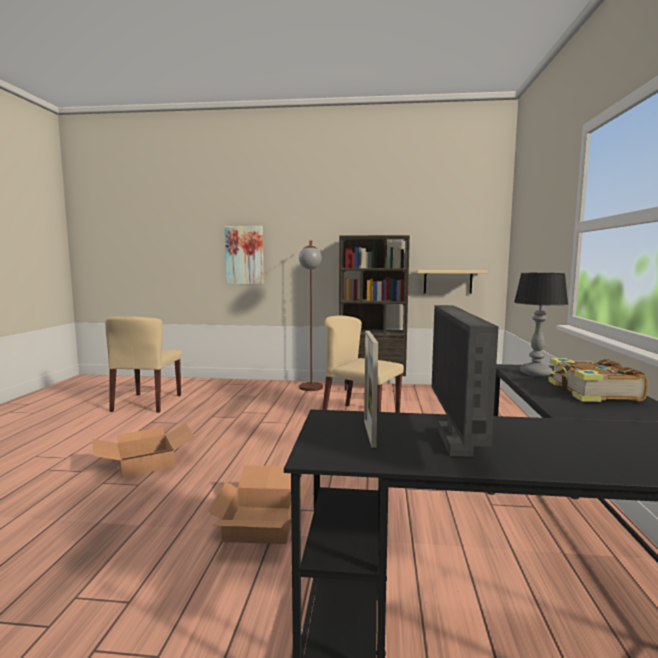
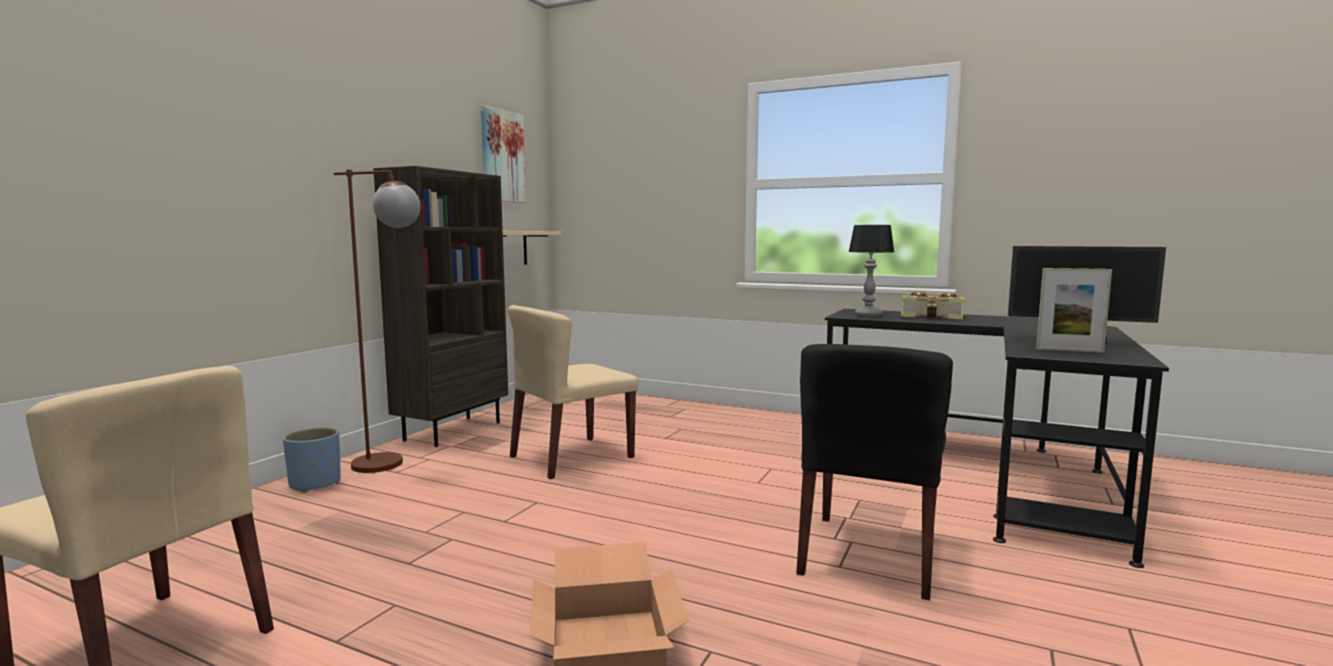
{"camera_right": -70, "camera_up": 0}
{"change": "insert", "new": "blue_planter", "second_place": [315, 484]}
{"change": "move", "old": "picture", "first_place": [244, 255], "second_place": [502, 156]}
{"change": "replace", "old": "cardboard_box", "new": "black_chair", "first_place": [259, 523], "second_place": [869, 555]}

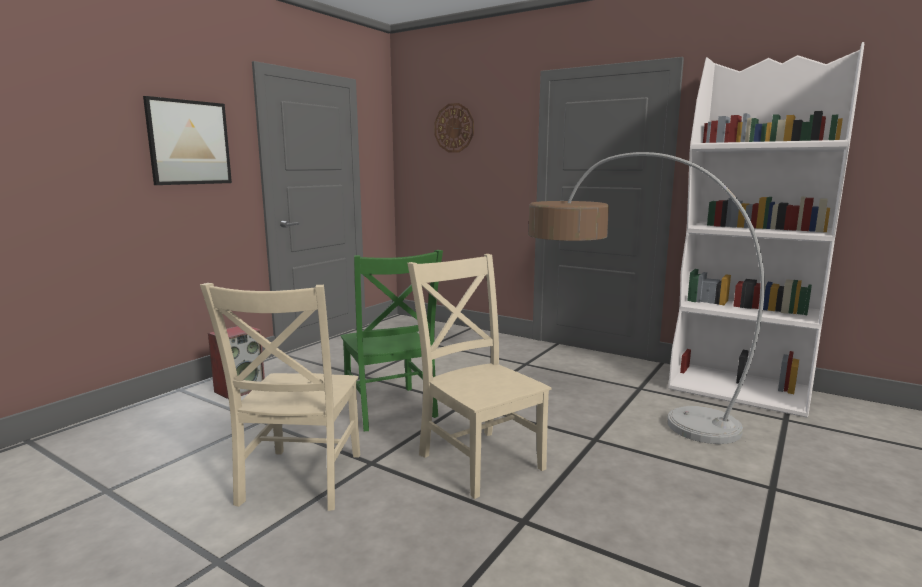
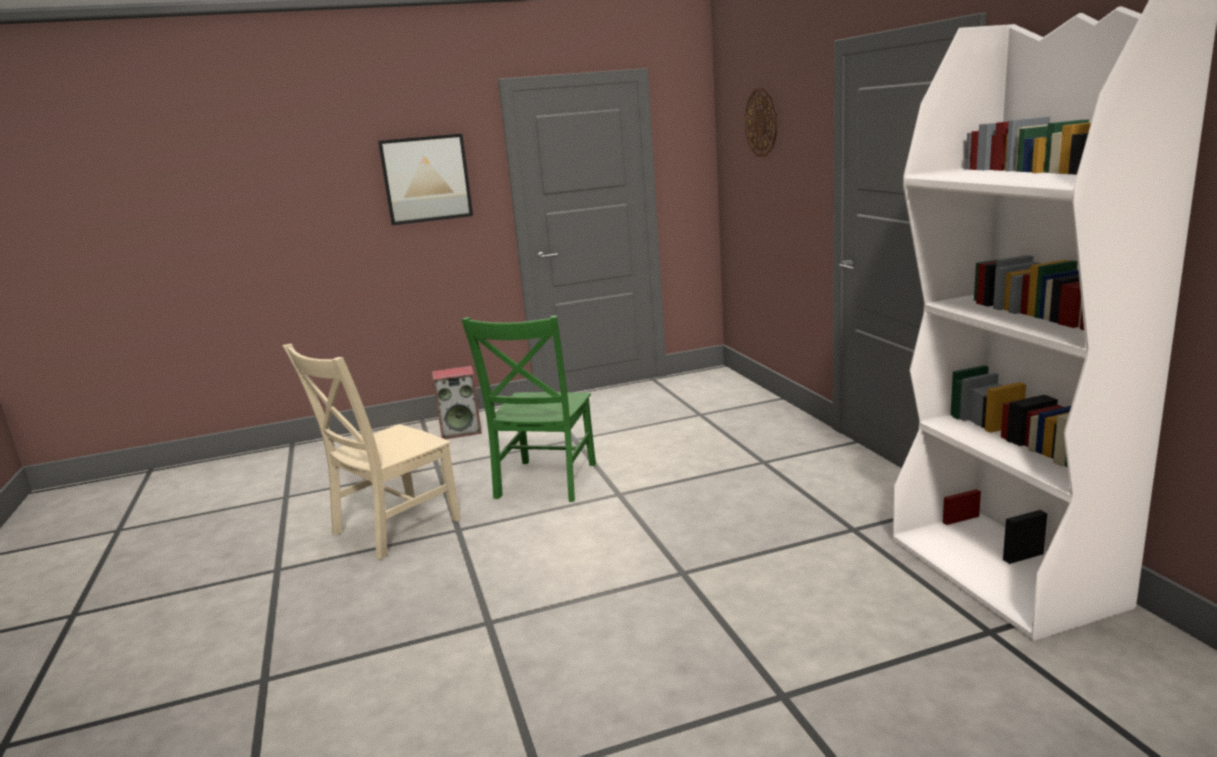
{"camera_right": 40, "camera_up": 5}
{"change": "delete", "old": "beige_chair", "first_place": [478, 459]}
{"change": "delete", "old": "floor_lamp", "first_place": [614, 402]}

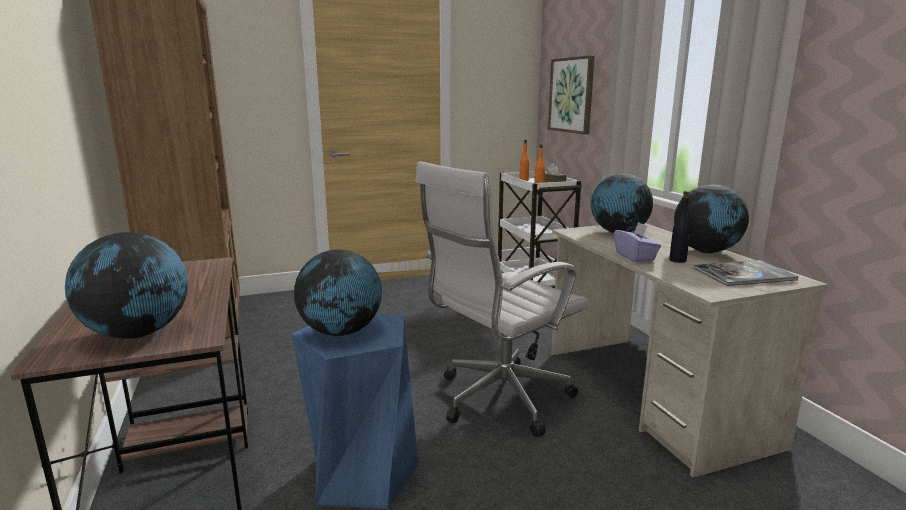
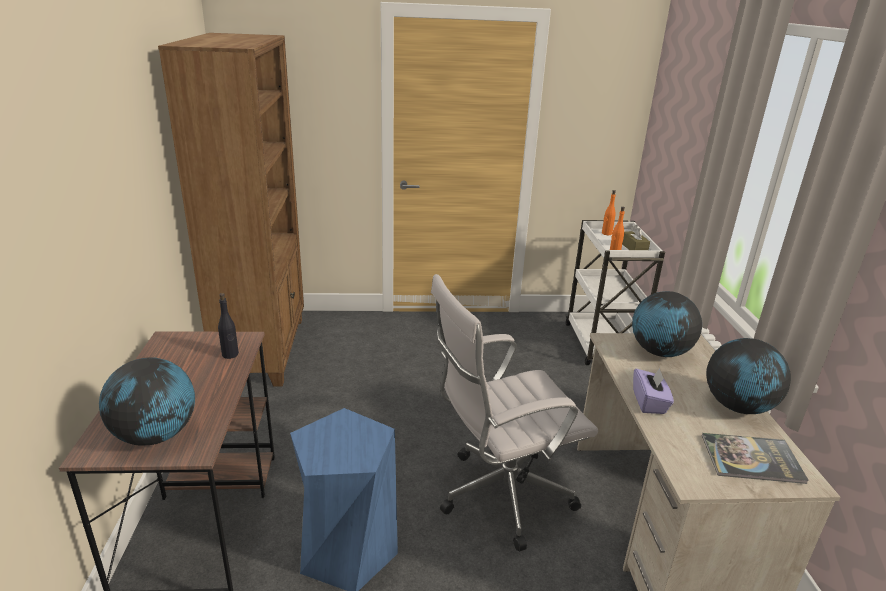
{"camera_right": 15, "camera_up": 10}
{"change": "move", "old": "black_bottle", "first_place": [678, 260], "second_place": [230, 354]}
{"change": "delete", "old": "globe", "first_place": [341, 332]}
{"change": "delete", "old": "picture", "first_place": [571, 95]}

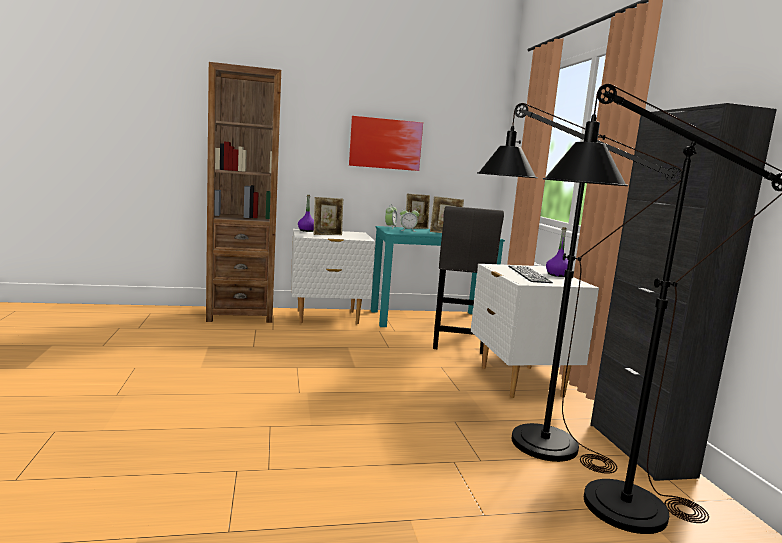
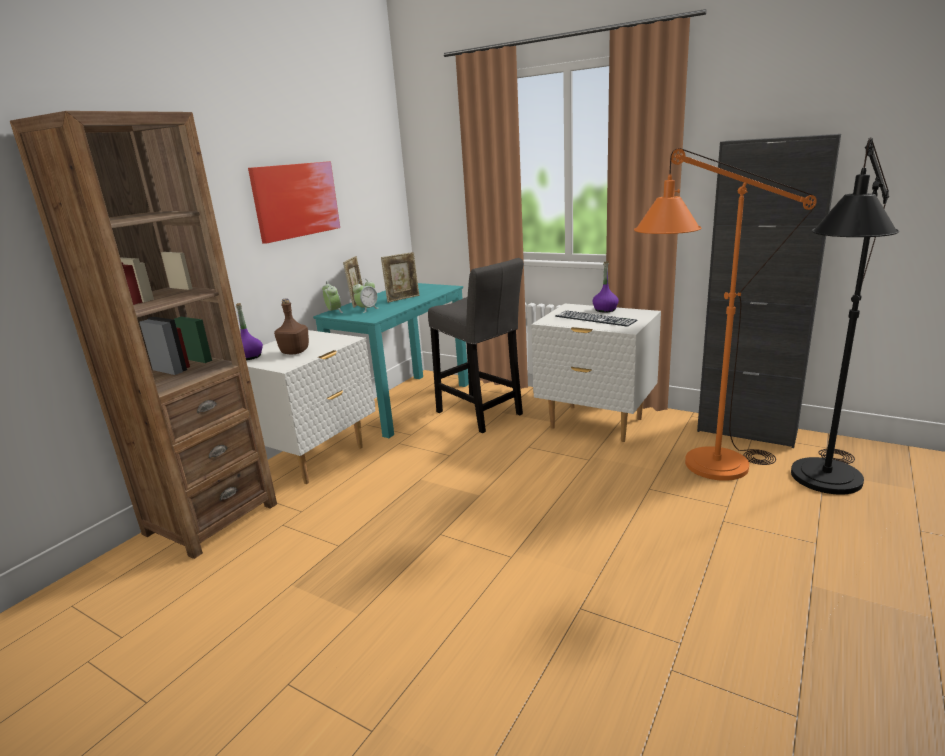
{"camera_right": -45, "camera_up": 10}
{"change": "replace", "old": "picture_frame", "new": "brown_bottle", "first_place": [327, 235], "second_place": [295, 352]}
{"change": "recolor", "old": "black_floor_lamp", "new": "orange_floor_lamp", "first_place": [525, 437], "second_place": [700, 467]}

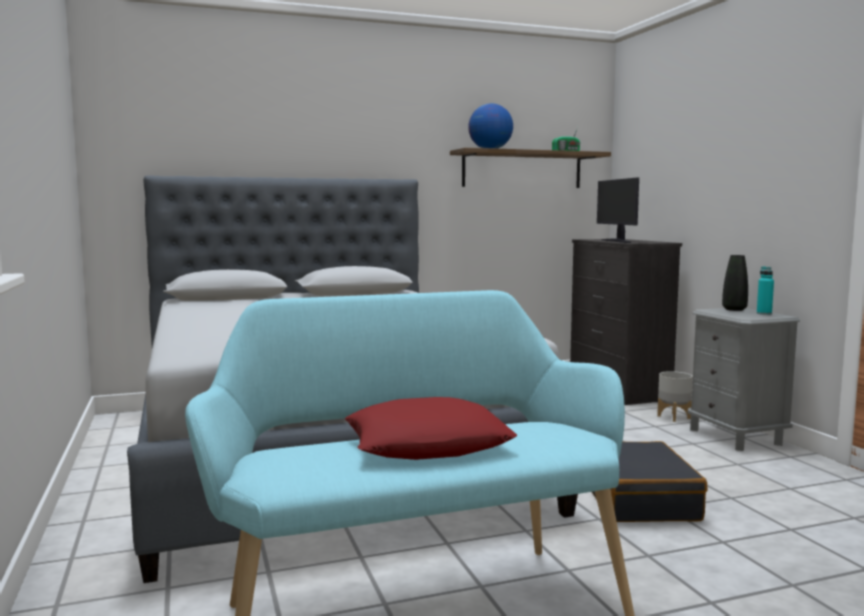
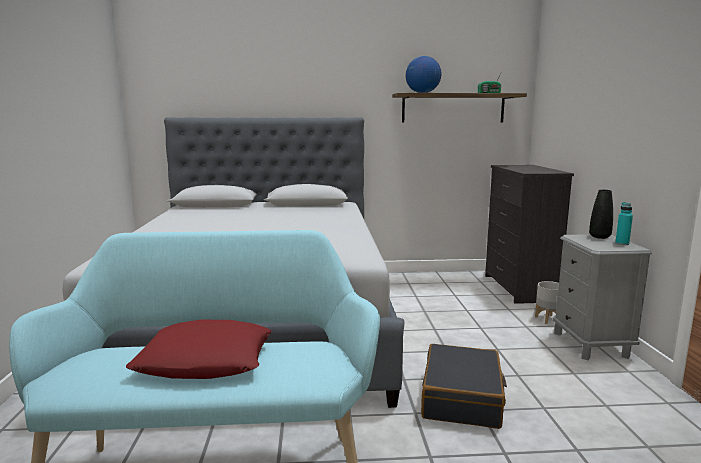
{"camera_right": 15, "camera_up": 5}
{"change": "delete", "old": "monitor", "first_place": [617, 241]}

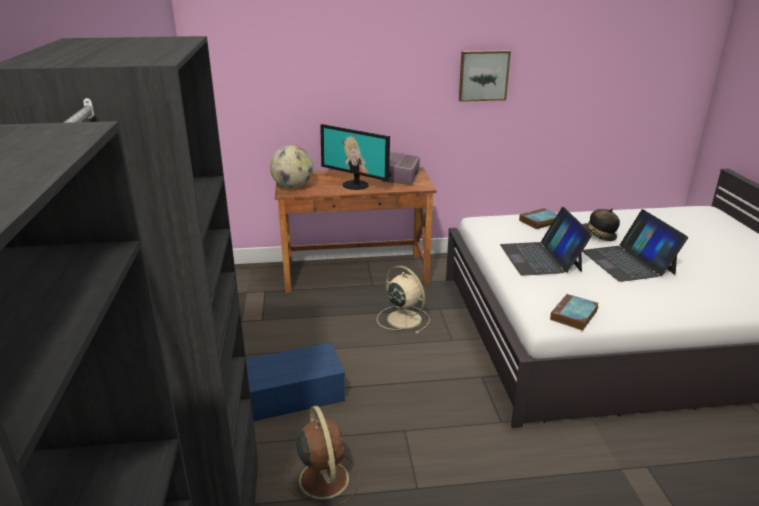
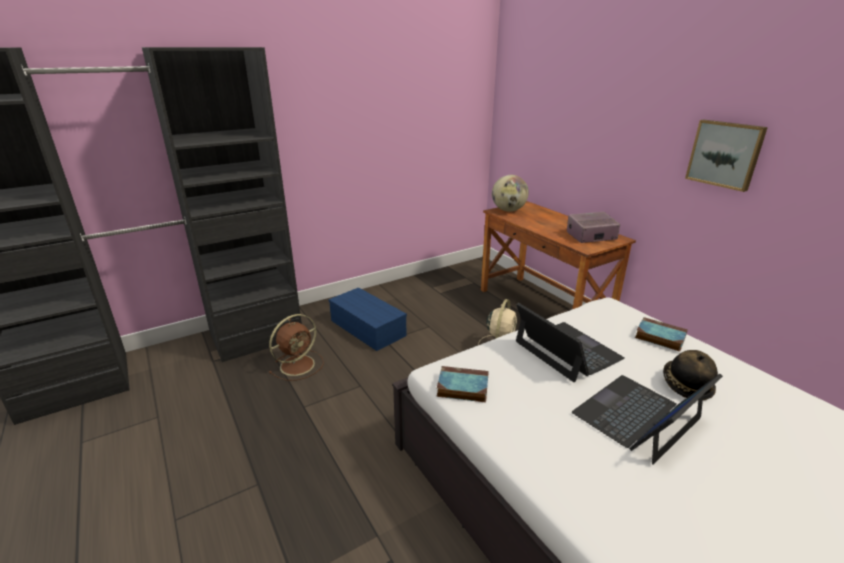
{"camera_right": 65, "camera_up": 0}
{"change": "rotate", "old": "laptop", "first_place": [541, 258], "second_place": [567, 350], "degrees": 90}
{"change": "delete", "old": "monitor", "first_place": [356, 185]}

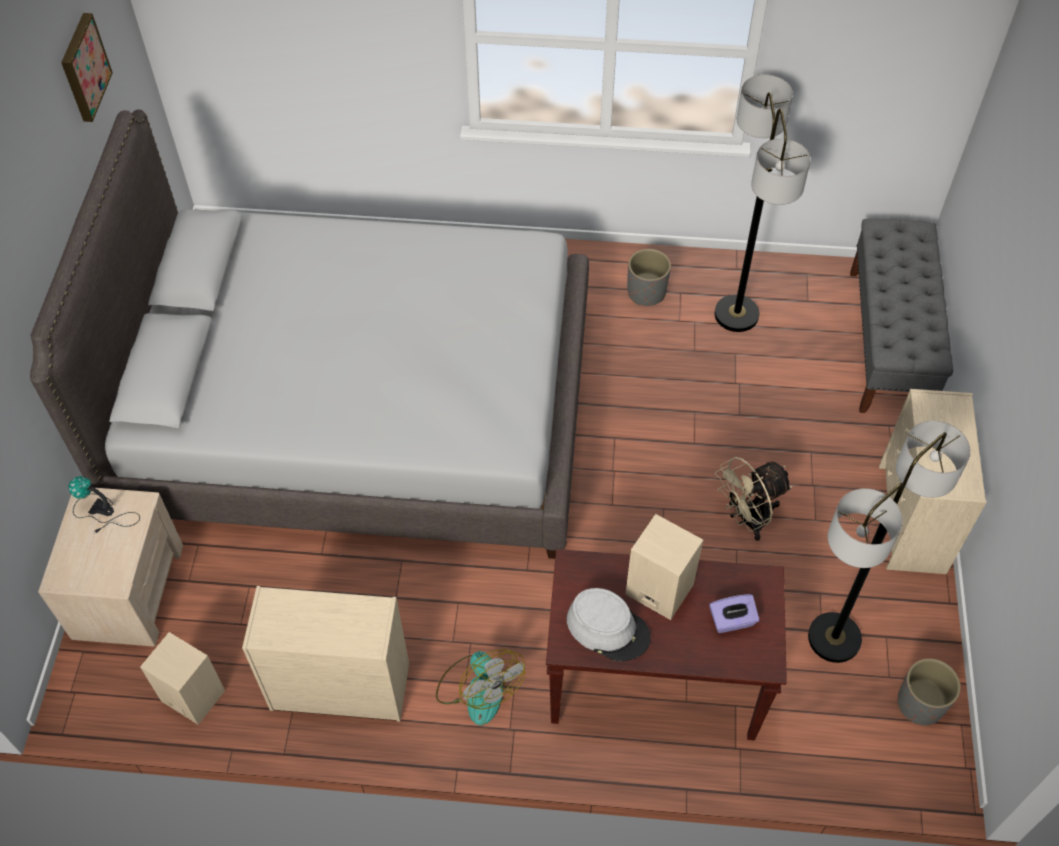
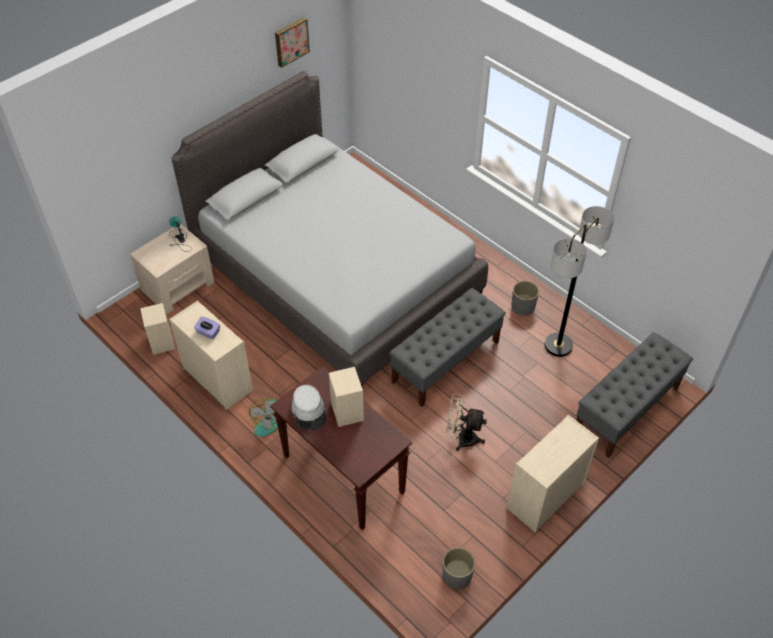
{"camera_right": 40, "camera_up": -5}
{"change": "move", "old": "purple_tissue_box", "first_place": [732, 621], "second_place": [208, 332]}
{"change": "insert", "new": "grey_bench", "second_place": [446, 361]}
{"change": "delete", "old": "floor_lamp", "first_place": [833, 638]}

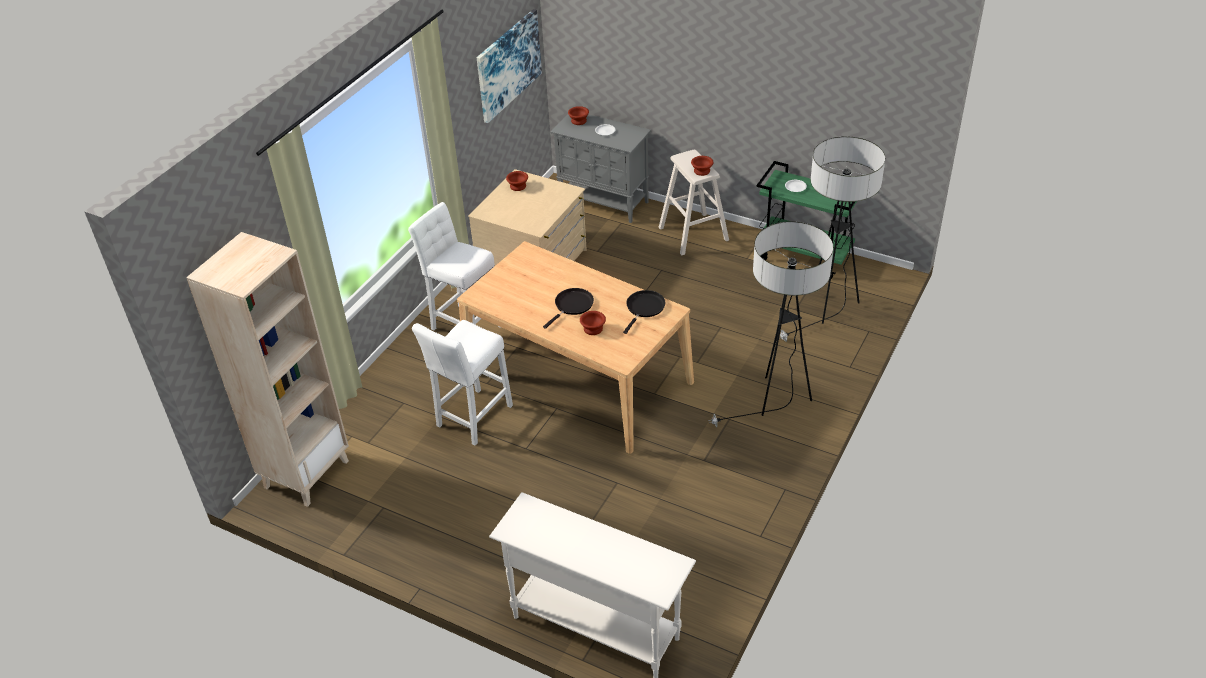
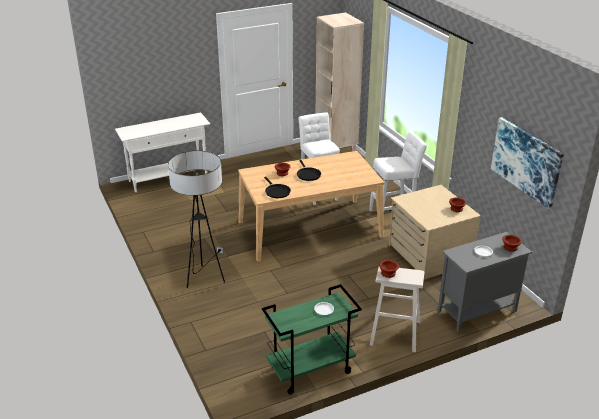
{"camera_right": 125, "camera_up": -10}
{"change": "delete", "old": "floor_lamp", "first_place": [828, 310]}

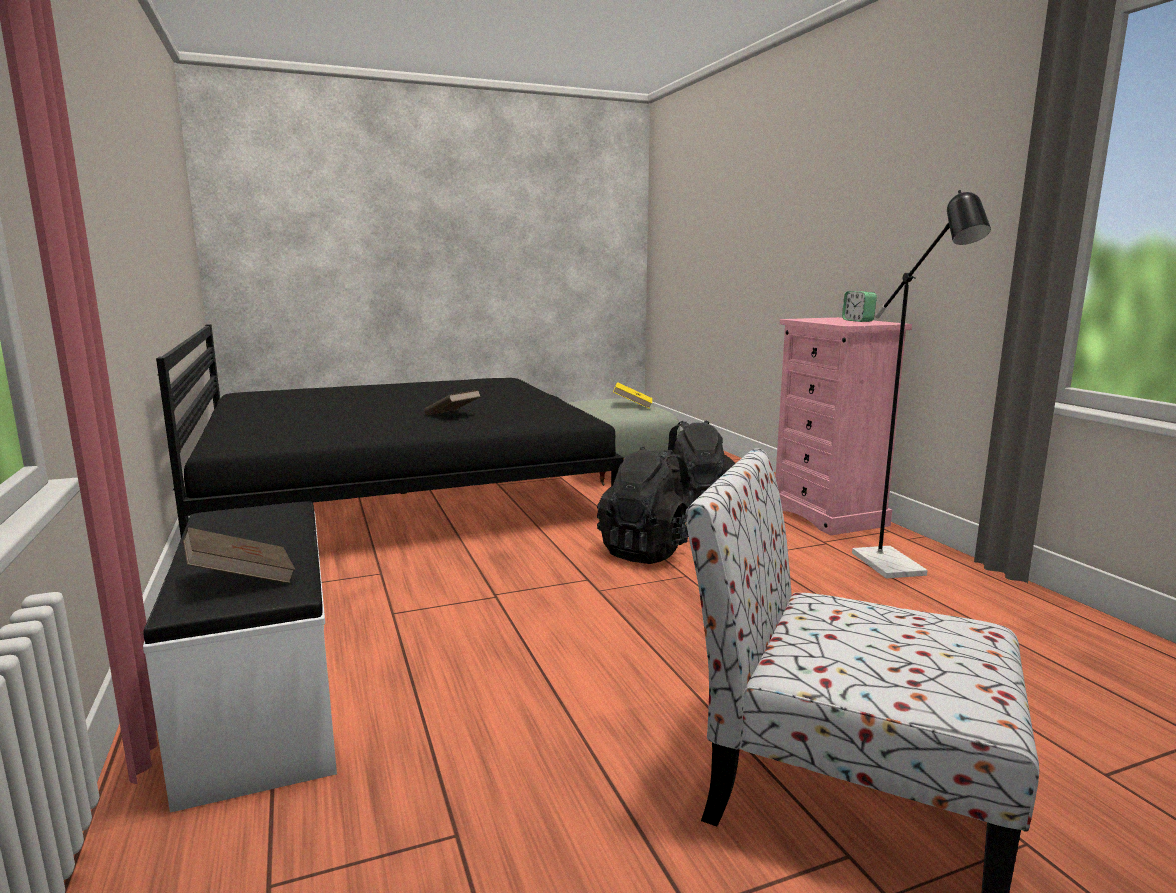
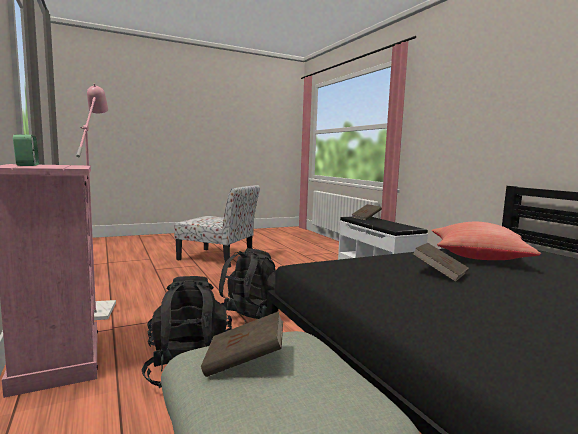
{"camera_right": 175, "camera_up": -5}
{"change": "recolor", "old": "black_floor_lamp", "new": "pink_floor_lamp", "first_place": [896, 569], "second_place": [99, 308]}
{"change": "recolor", "old": "yellow_book", "new": "brown_book", "first_place": [632, 405], "second_place": [244, 362]}
{"change": "insert", "new": "red_pillow", "second_place": [478, 258]}

